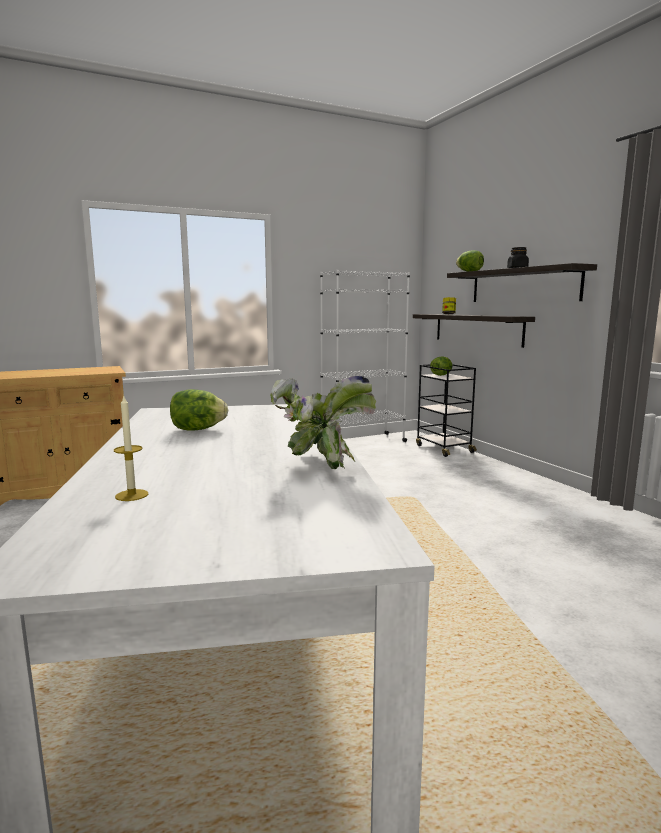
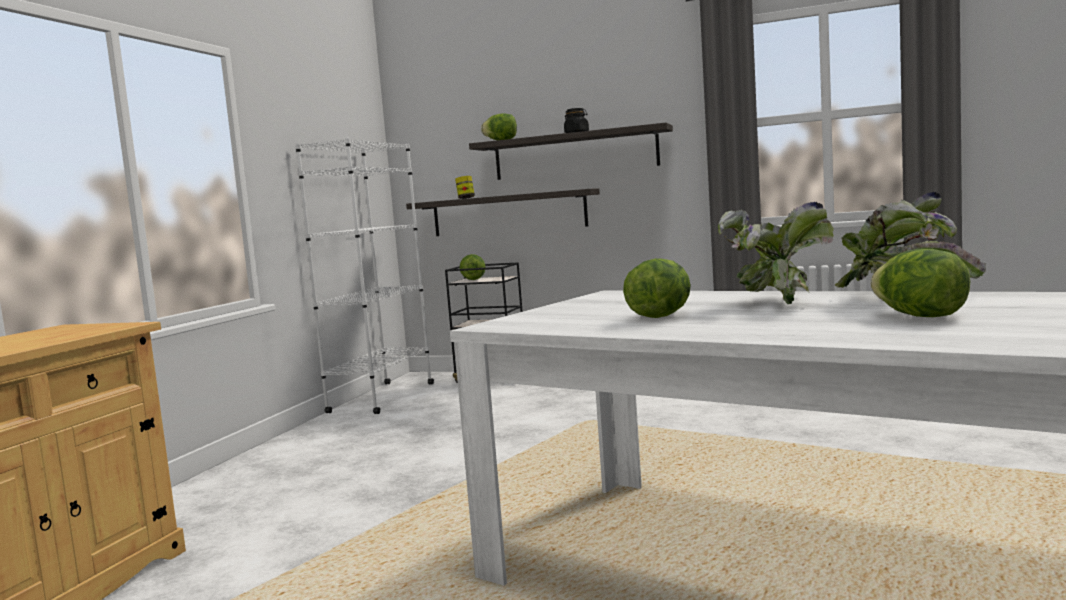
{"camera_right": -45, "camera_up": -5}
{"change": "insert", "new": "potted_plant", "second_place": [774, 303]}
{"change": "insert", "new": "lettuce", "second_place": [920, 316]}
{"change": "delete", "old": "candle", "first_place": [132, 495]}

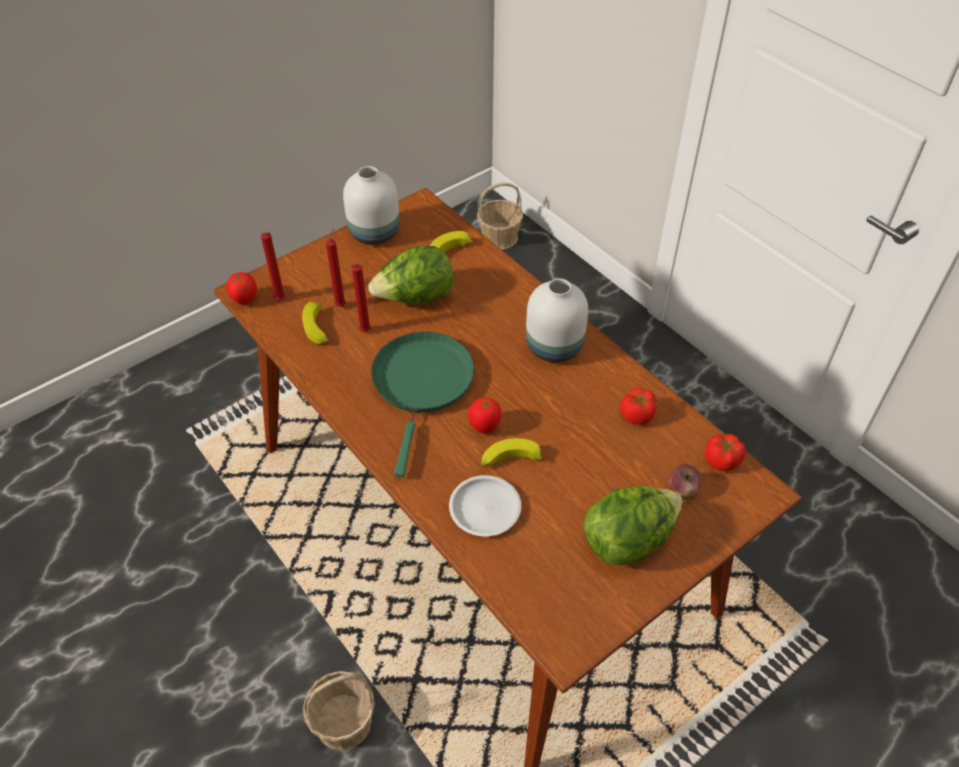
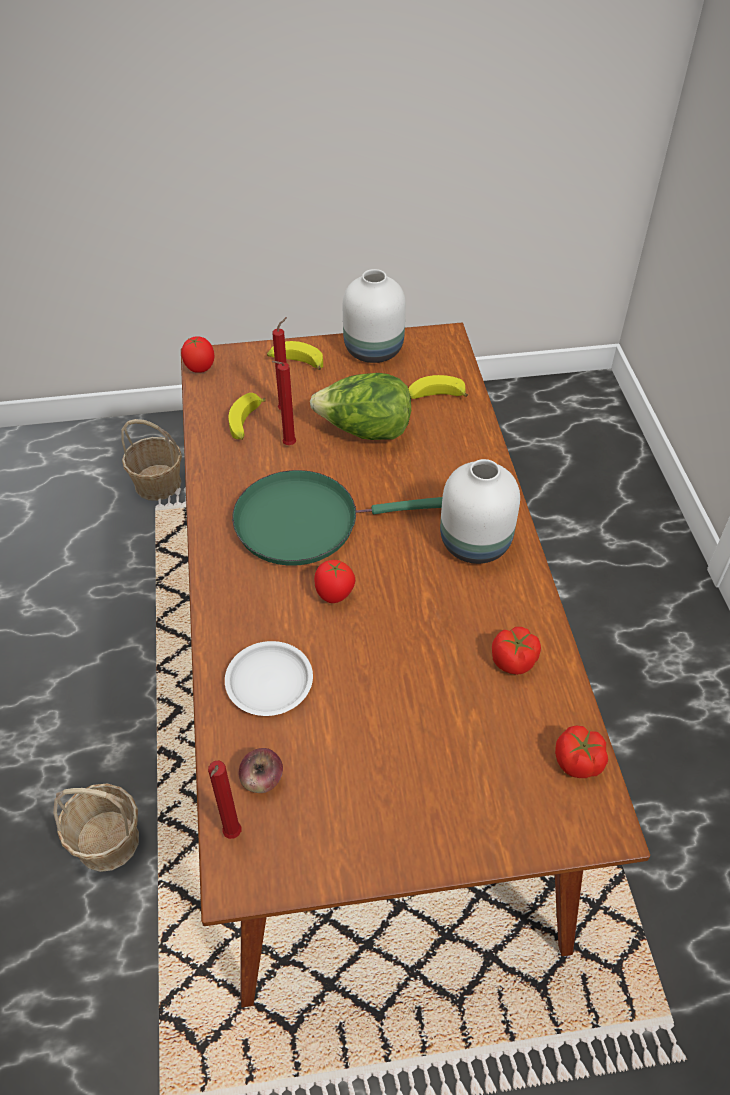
{"camera_right": 30, "camera_up": 0}
{"change": "move", "old": "basket", "first_place": [499, 237], "second_place": [158, 484]}
{"change": "move", "old": "red_candle", "first_place": [280, 300], "second_place": [231, 836]}
{"change": "rotate", "old": "green_frying_pan", "first_place": [422, 384], "second_place": [305, 522], "degrees": -135}
{"change": "move", "old": "apple", "first_place": [682, 489], "second_place": [262, 780]}
{"change": "move", "old": "banana", "first_place": [509, 461], "second_place": [296, 363]}
{"change": "delete", "old": "lettuce", "first_place": [628, 540]}

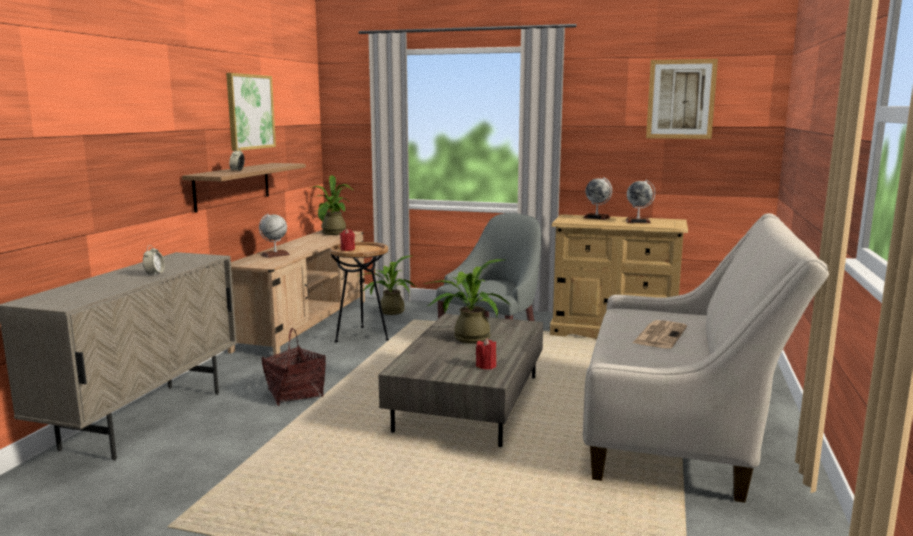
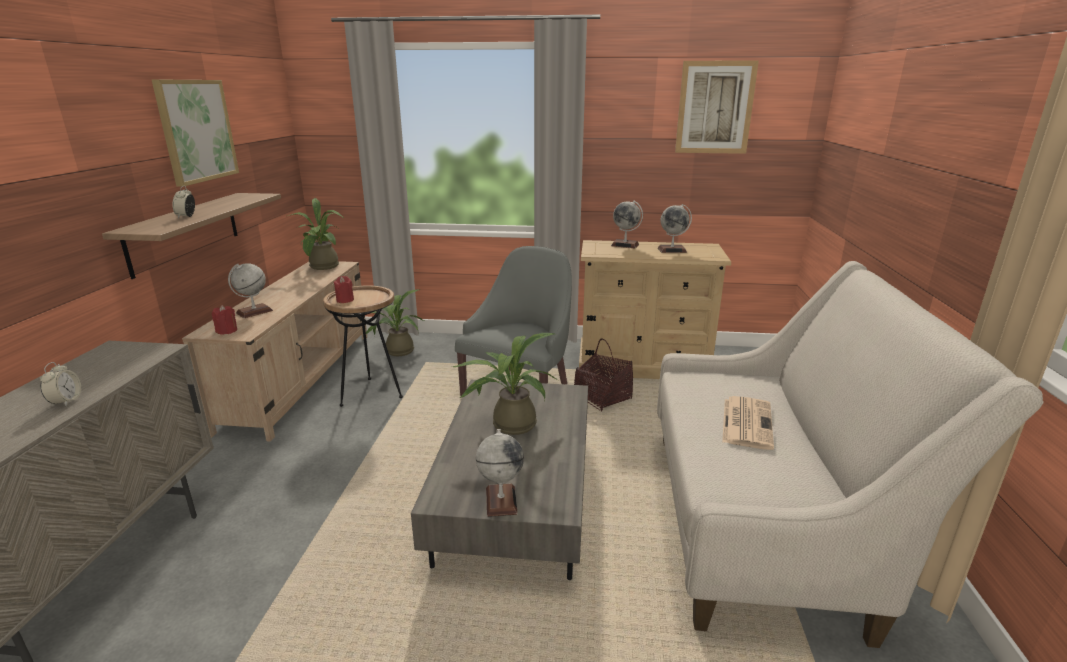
{"camera_right": -10, "camera_up": 10}
{"change": "move", "old": "red_candle", "first_place": [486, 366], "second_place": [227, 331]}
{"change": "insert", "new": "globe", "second_place": [501, 500]}
{"change": "move", "old": "basket", "first_place": [295, 394], "second_place": [602, 397]}

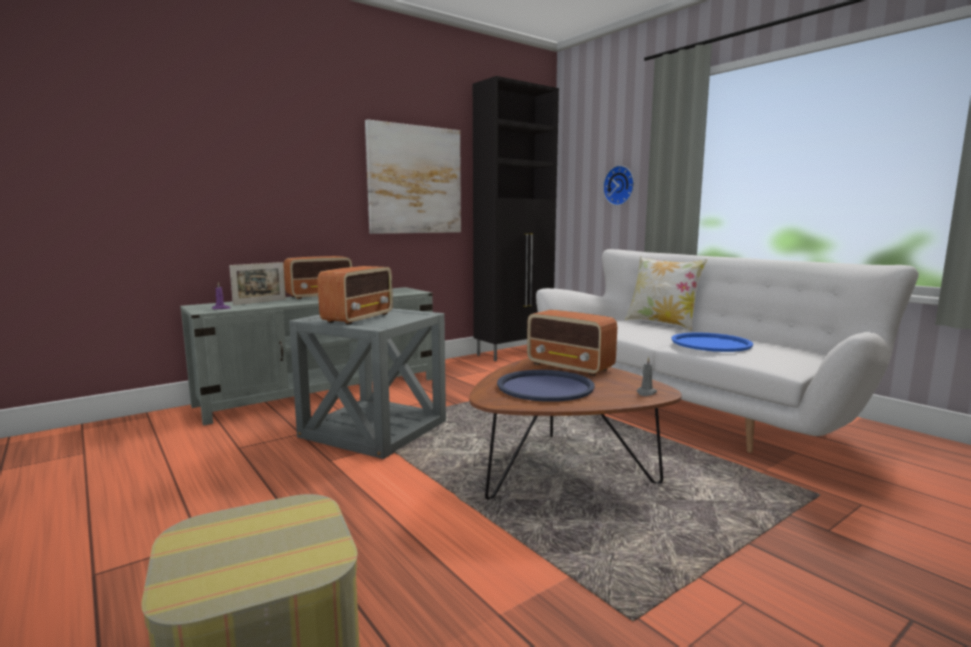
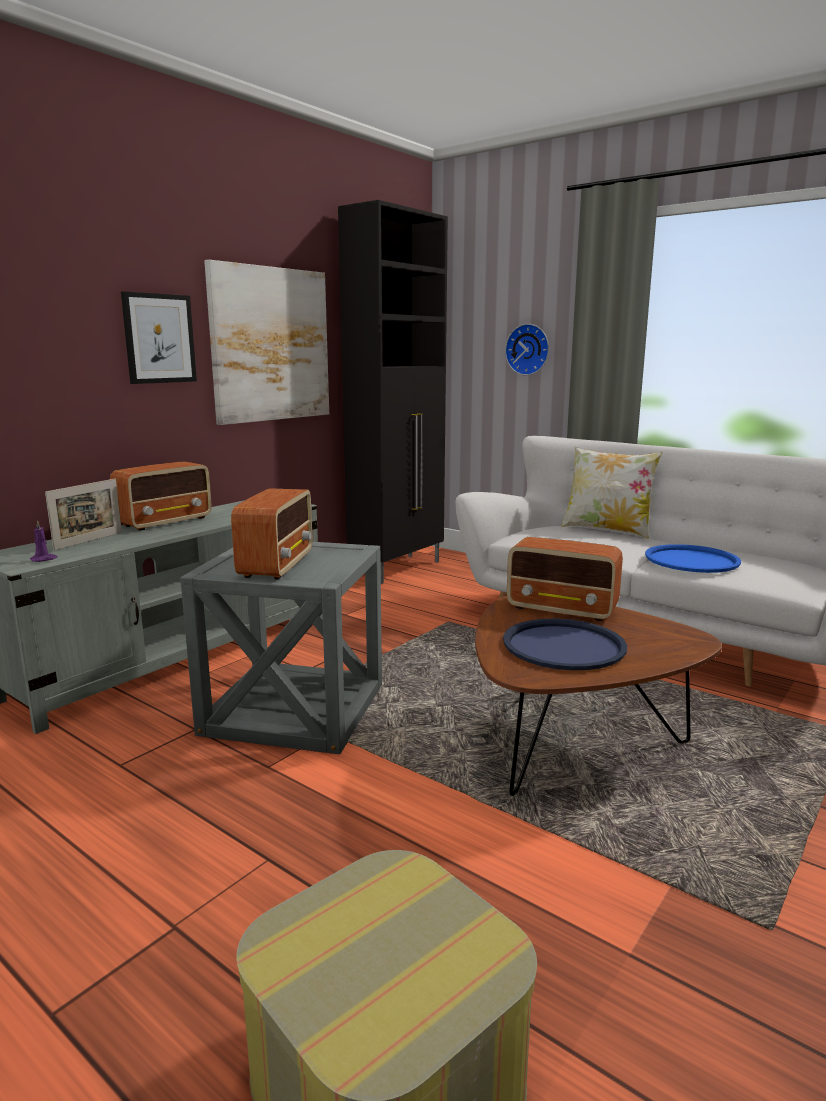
{"camera_right": -15, "camera_up": 5}
{"change": "insert", "new": "picture", "second_place": [159, 338]}
{"change": "delete", "old": "grey_candle", "first_place": [646, 393]}

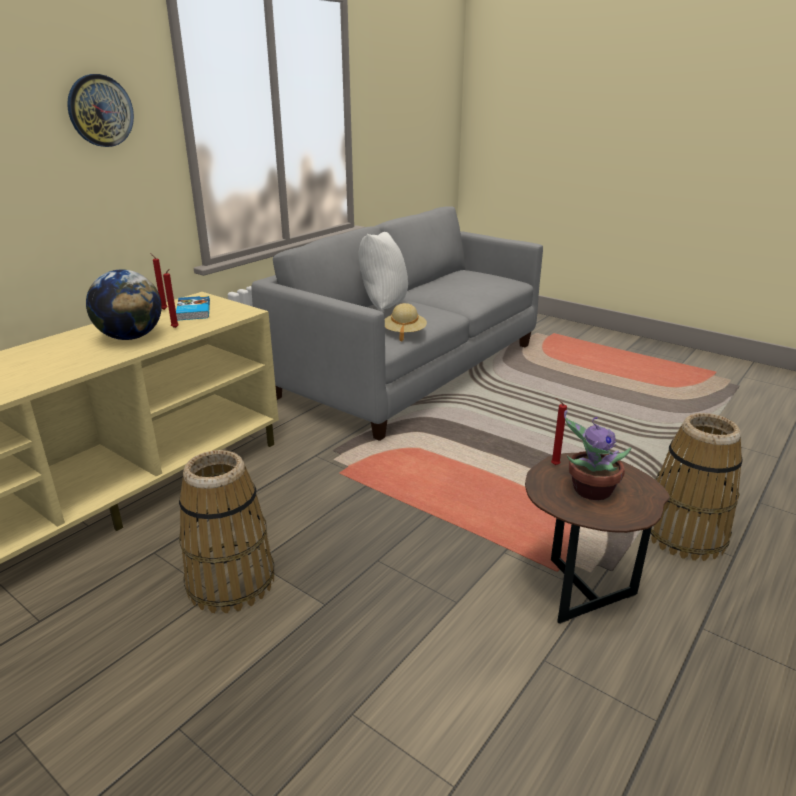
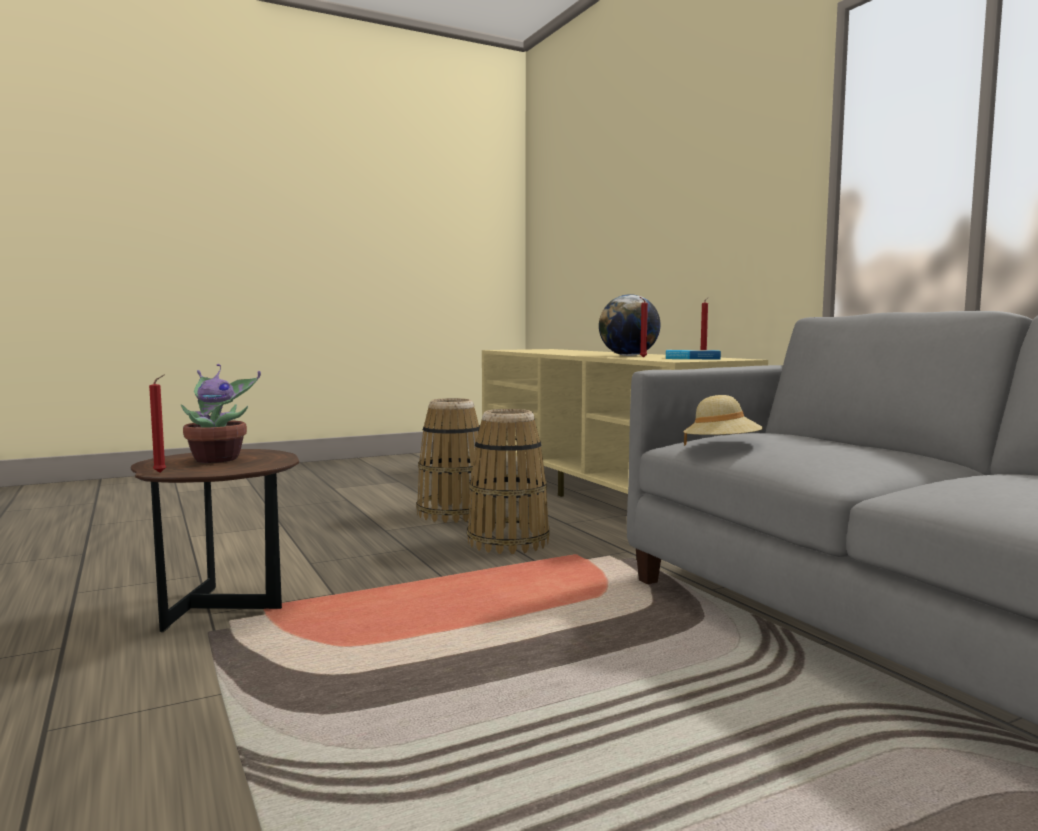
{"camera_right": 115, "camera_up": -20}
{"change": "move", "old": "red_candle", "first_place": [553, 464], "second_place": [162, 472]}
{"change": "move", "old": "basket", "first_place": [684, 534], "second_place": [508, 541]}
{"change": "delete", "old": "wall_clock", "first_place": [100, 111]}
{"change": "delete", "old": "white_pillow", "first_place": [382, 306]}

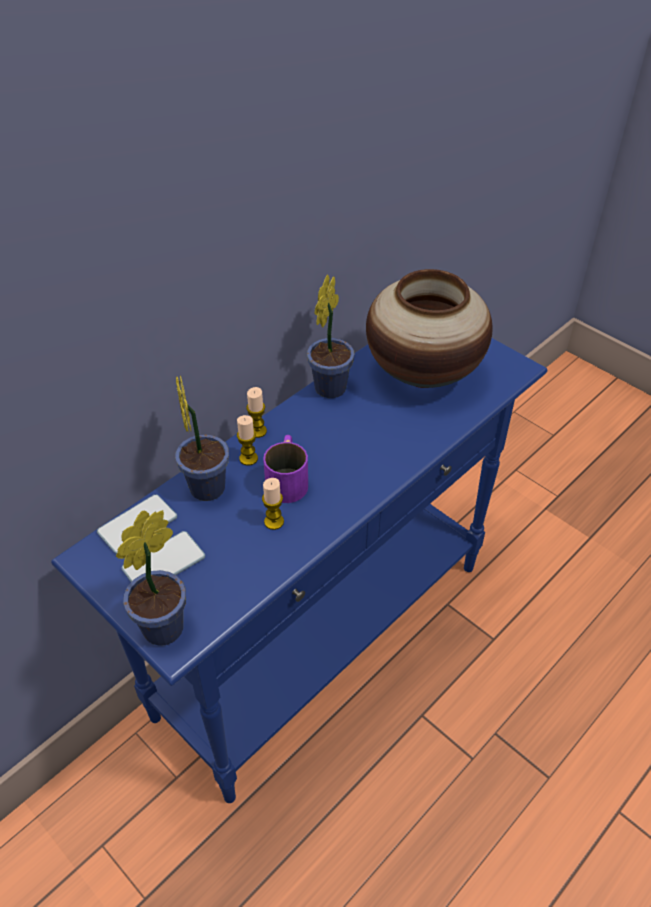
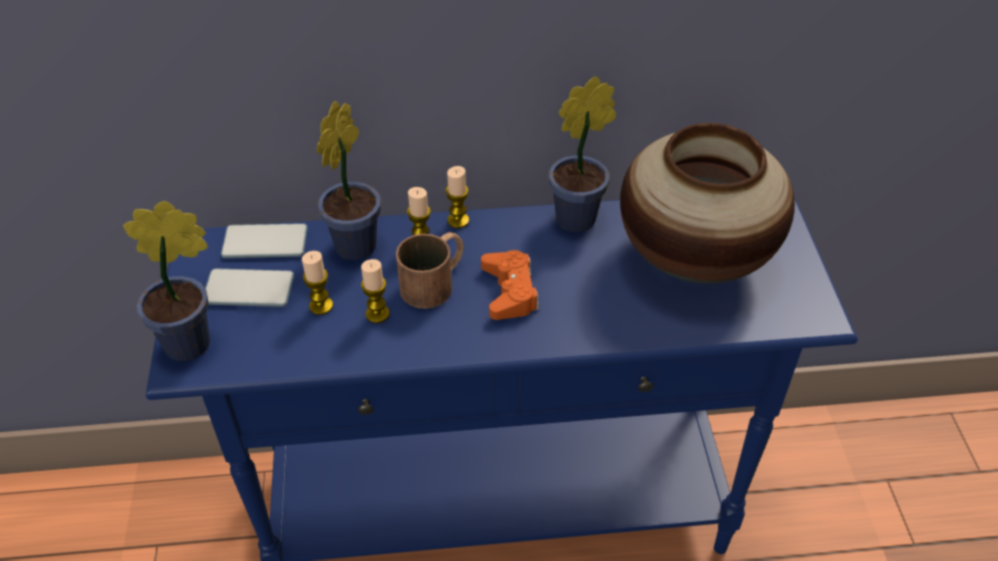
{"camera_right": 40, "camera_up": 0}
{"change": "insert", "new": "candle", "second_place": [321, 306]}
{"change": "recolor", "old": "purple_mug", "new": "brown_mug", "first_place": [287, 478], "second_place": [435, 281]}
{"change": "insert", "new": "orange_game_controller", "second_place": [510, 291]}

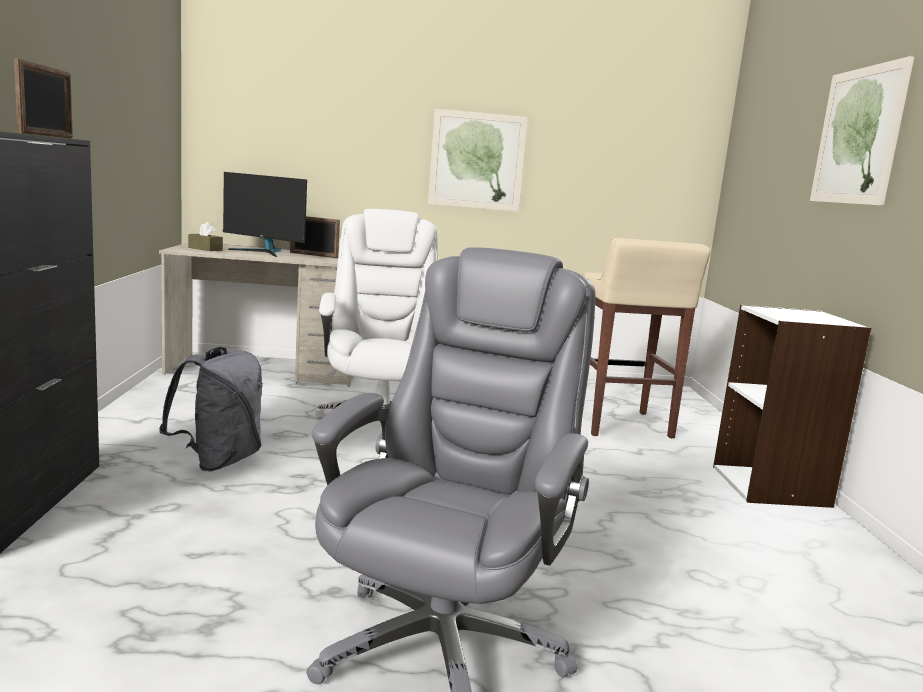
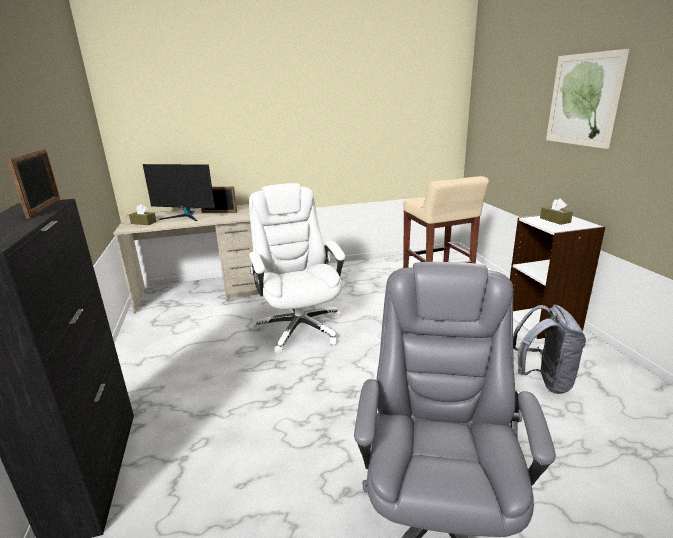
{"camera_right": -10, "camera_up": 10}
{"change": "move", "old": "grey_backpack", "first_place": [218, 461], "second_place": [543, 380]}
{"change": "insert", "new": "brown_tissue_box", "second_place": [555, 220]}
{"change": "delete", "old": "picture", "first_place": [477, 161]}

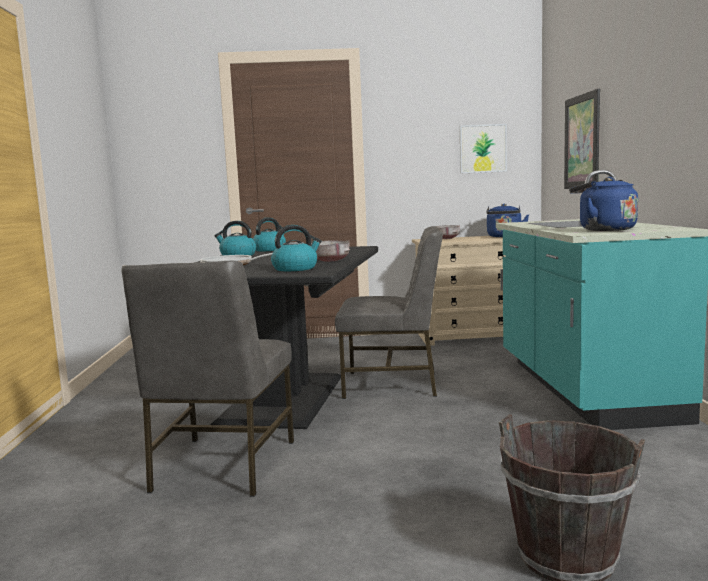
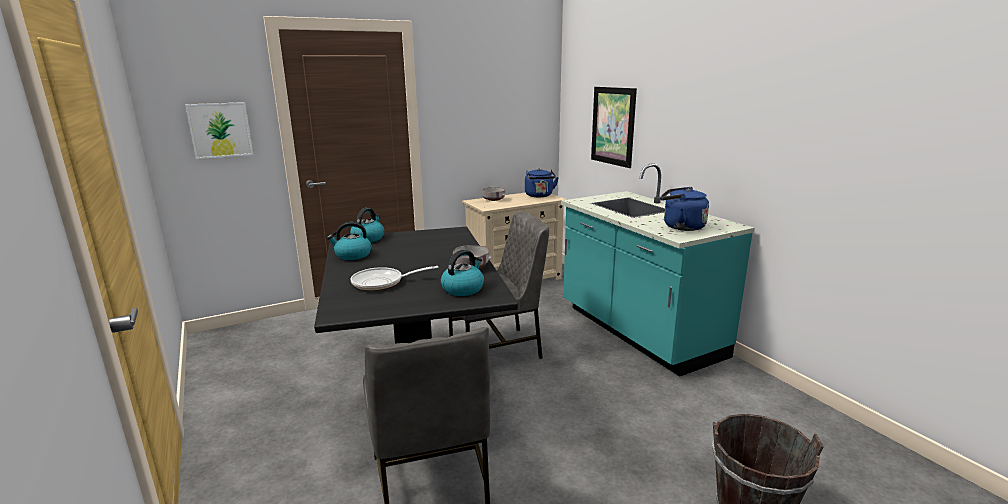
{"camera_right": -25, "camera_up": 10}
{"change": "move", "old": "picture", "first_place": [483, 148], "second_place": [220, 130]}

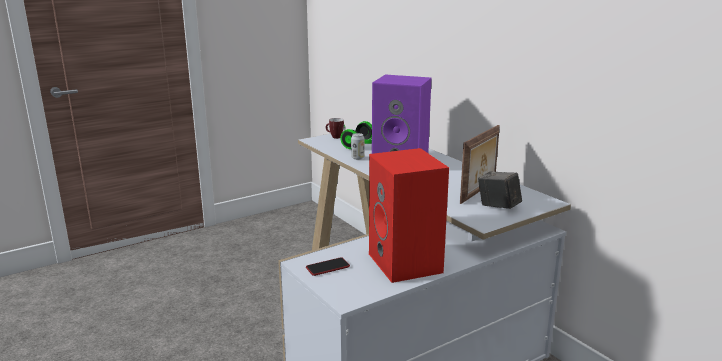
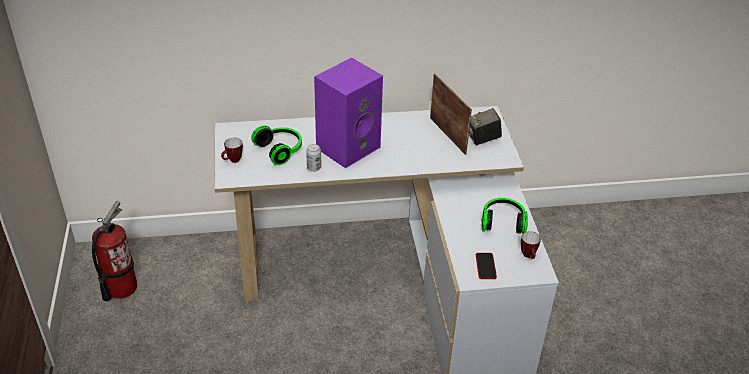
{"camera_right": -65, "camera_up": 20}
{"change": "insert", "new": "fire_extinguisher", "second_place": [120, 287]}
{"change": "replace", "old": "red_speaker", "new": "headphones", "first_place": [407, 264], "second_place": [503, 222]}
{"change": "insert", "new": "mug", "second_place": [529, 256]}

